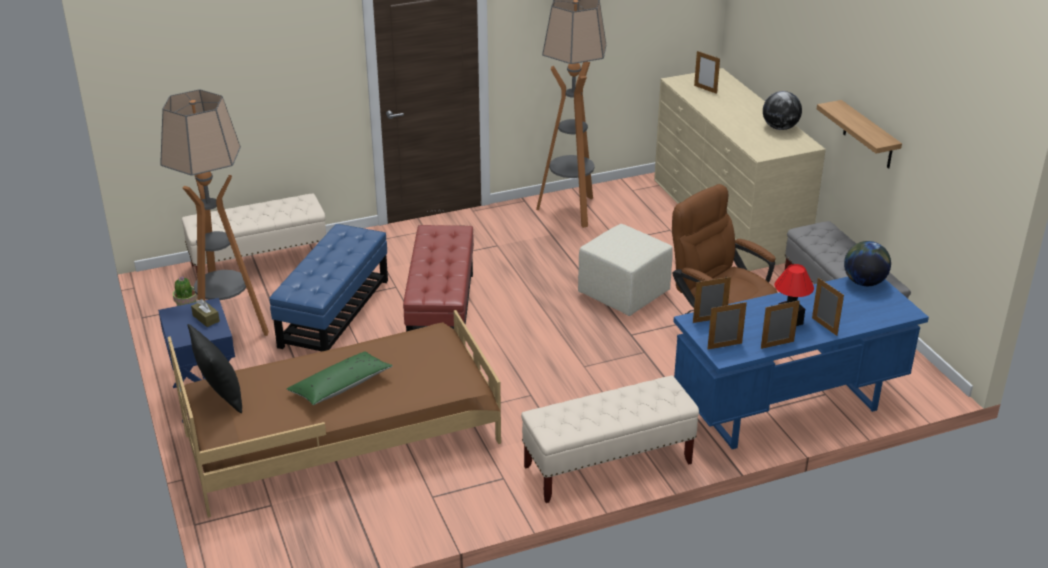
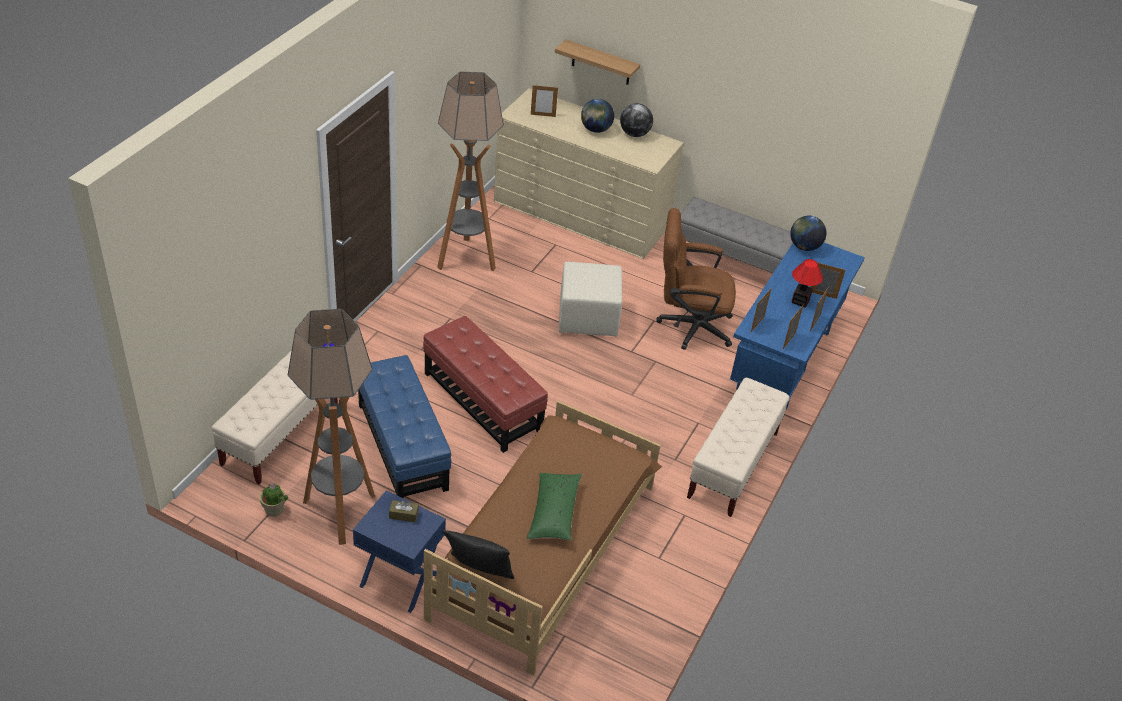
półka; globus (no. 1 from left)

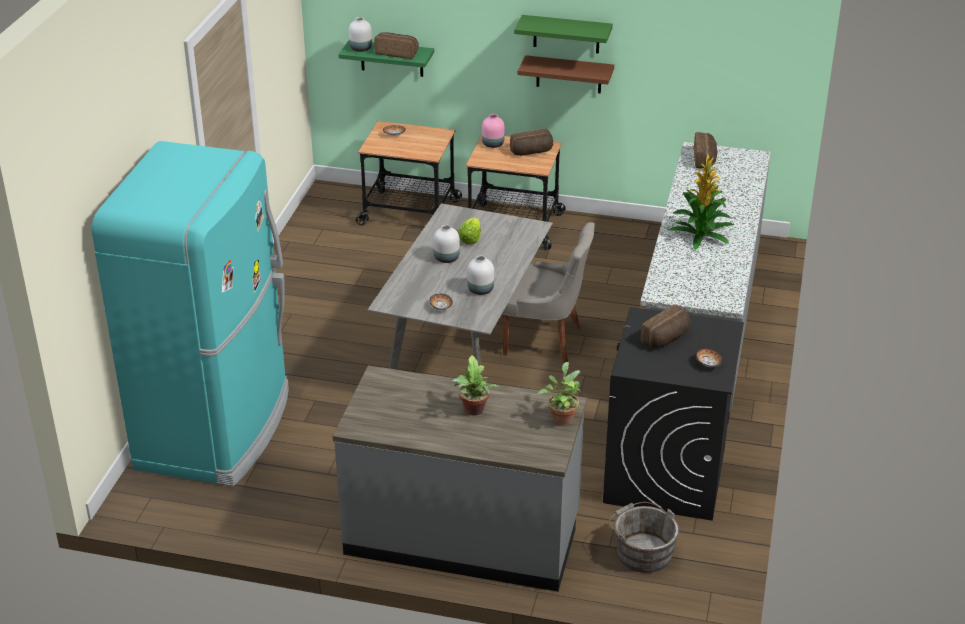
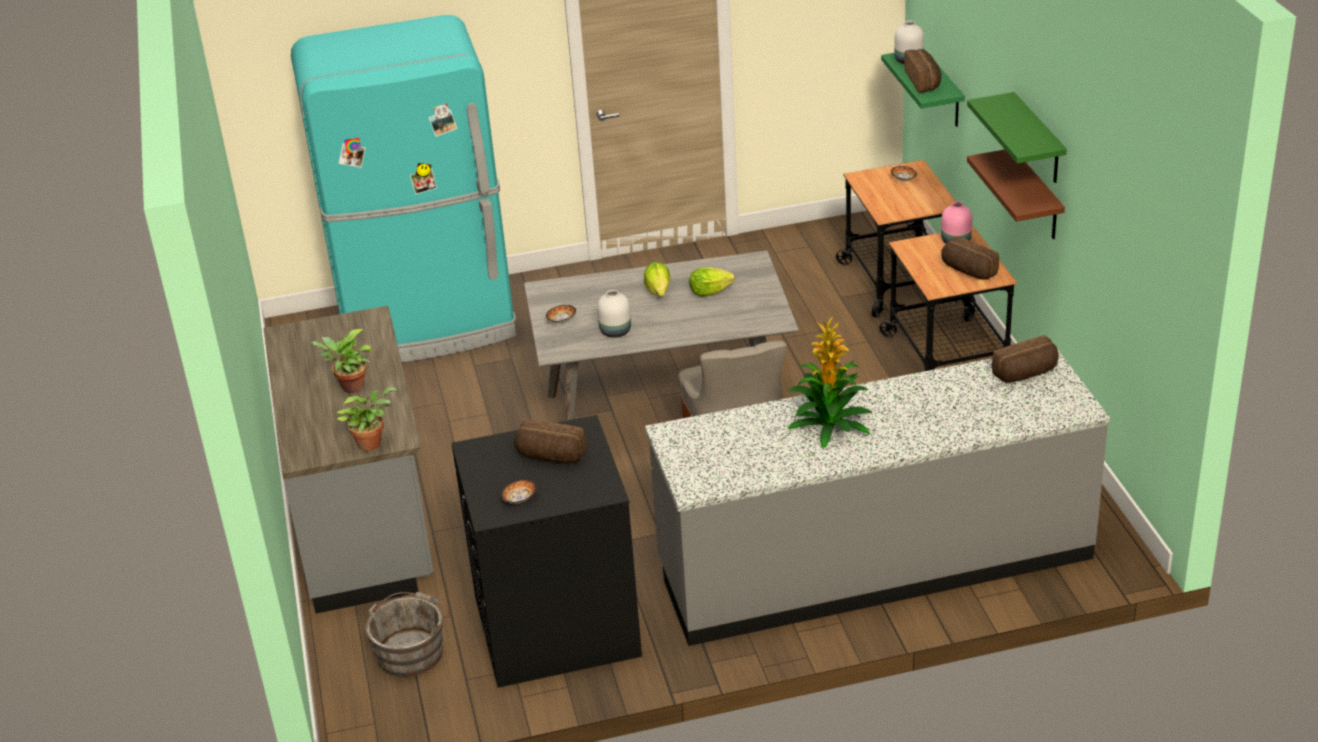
sałata (no. 1 from left)

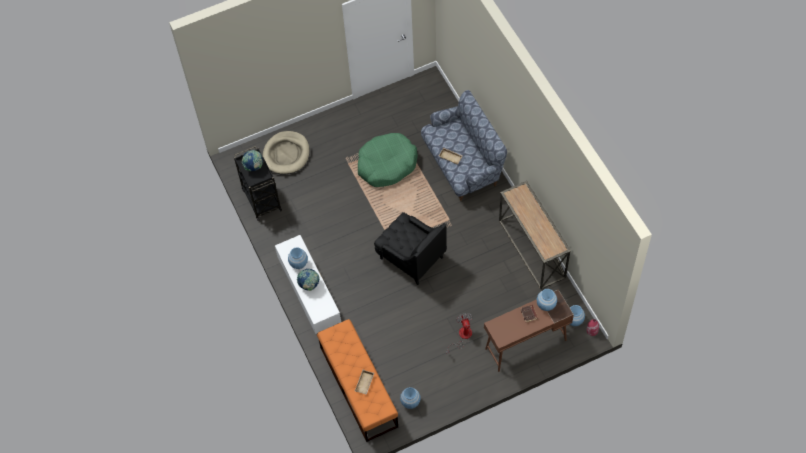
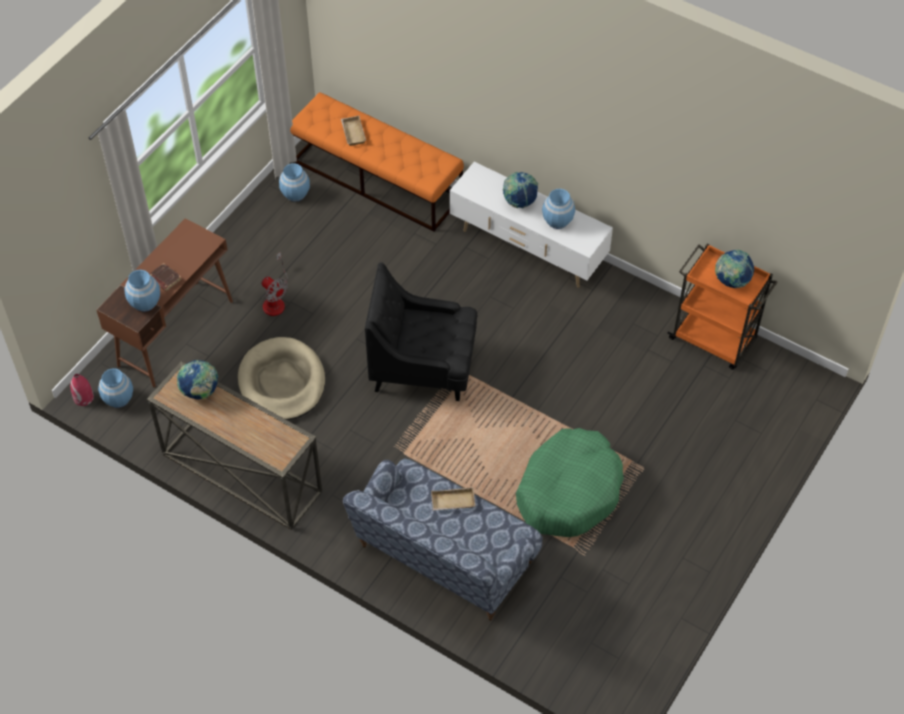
globus (no. 1 from left); legowisko/beżowy; wózek/pomarańczowy

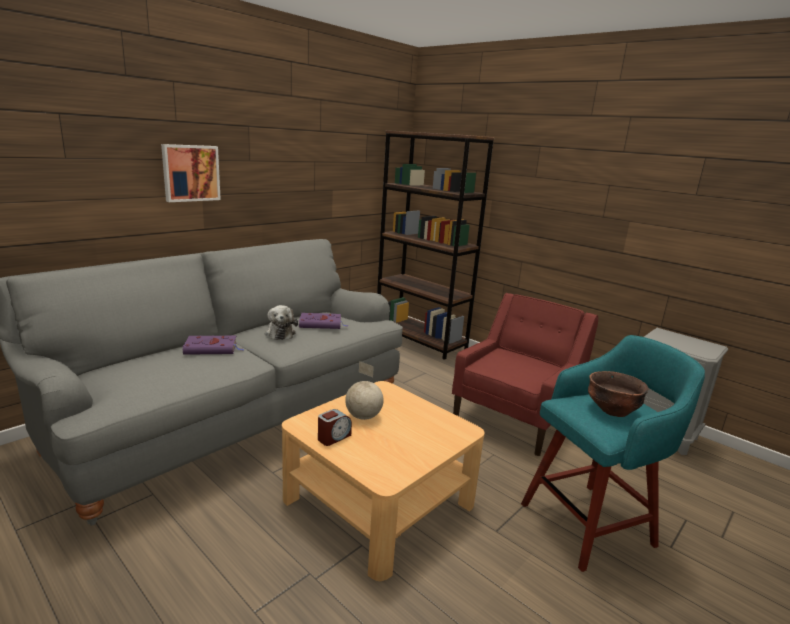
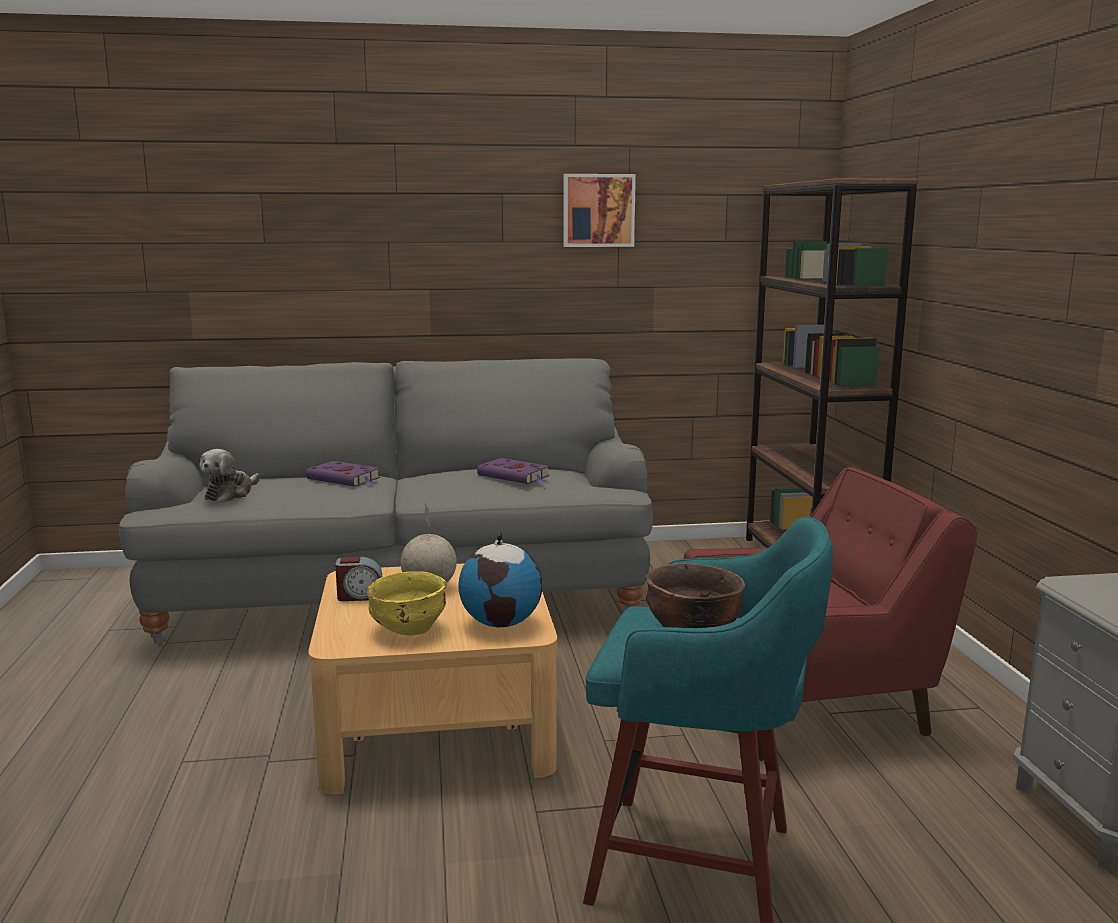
pluszak; miska/żółty; globus (no. 2 from left); obraz

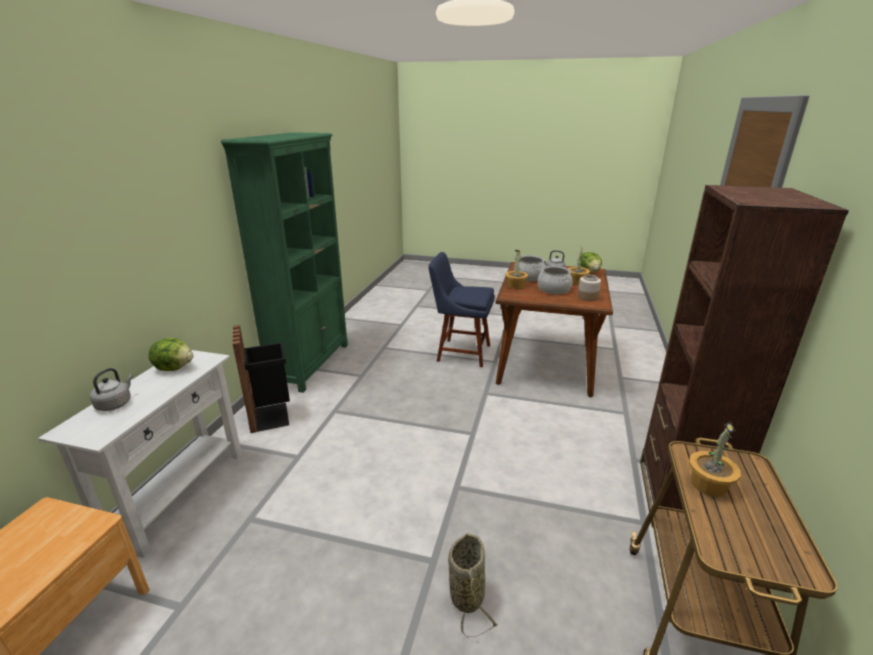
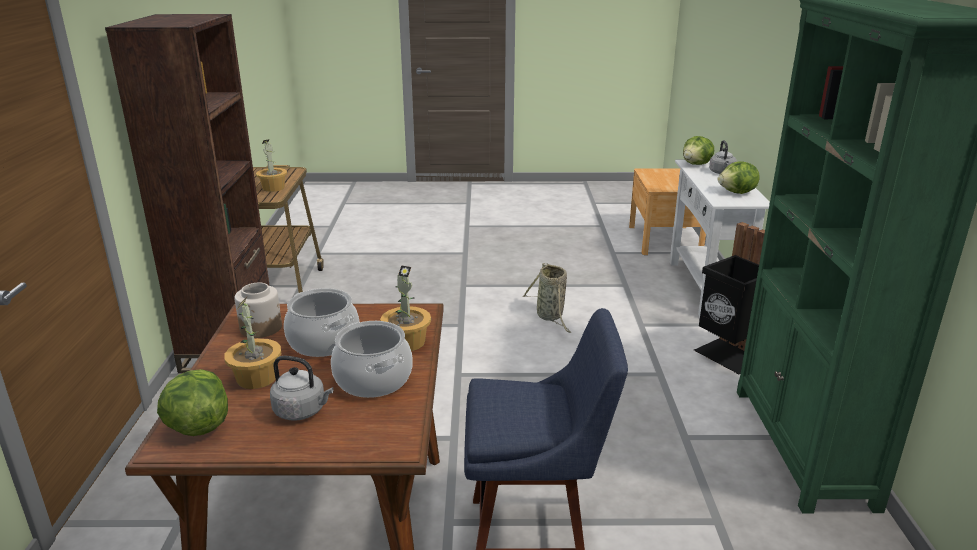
koszyk; sałata (no. 2 from left)

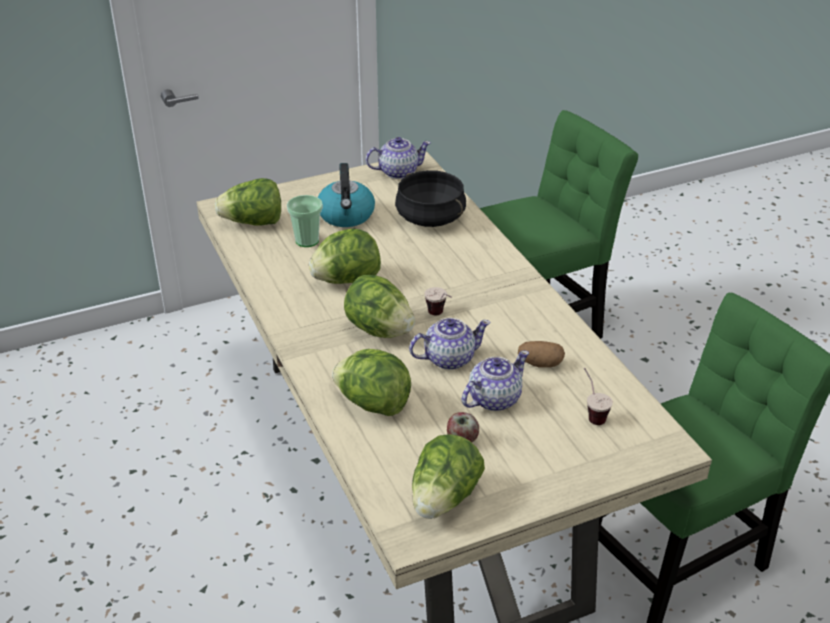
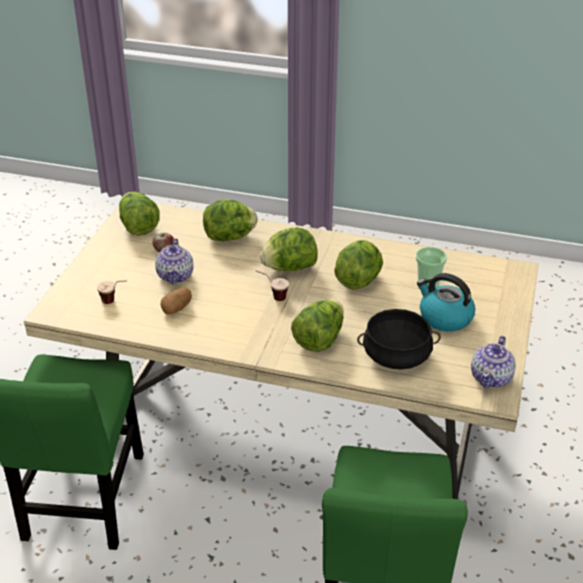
sałata (no. 4 from left); imbryk (no. 2 from left in the first image)

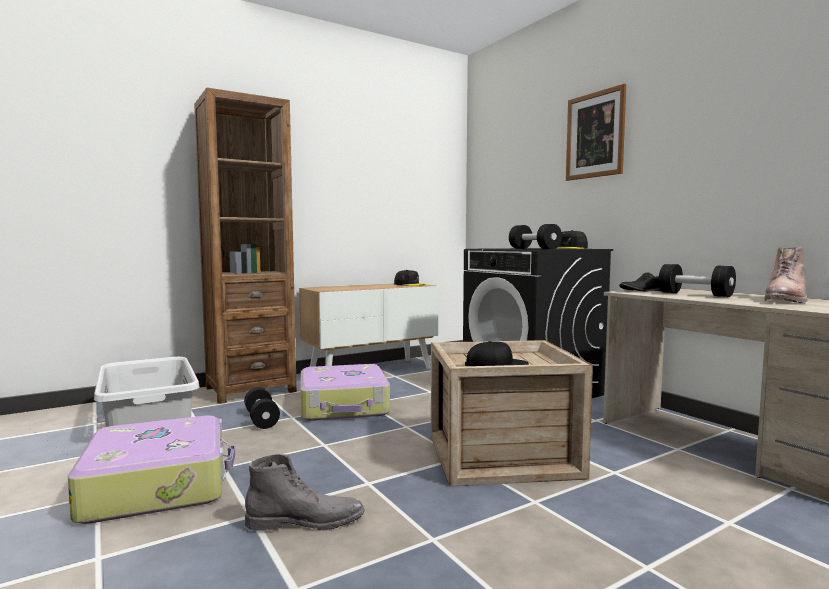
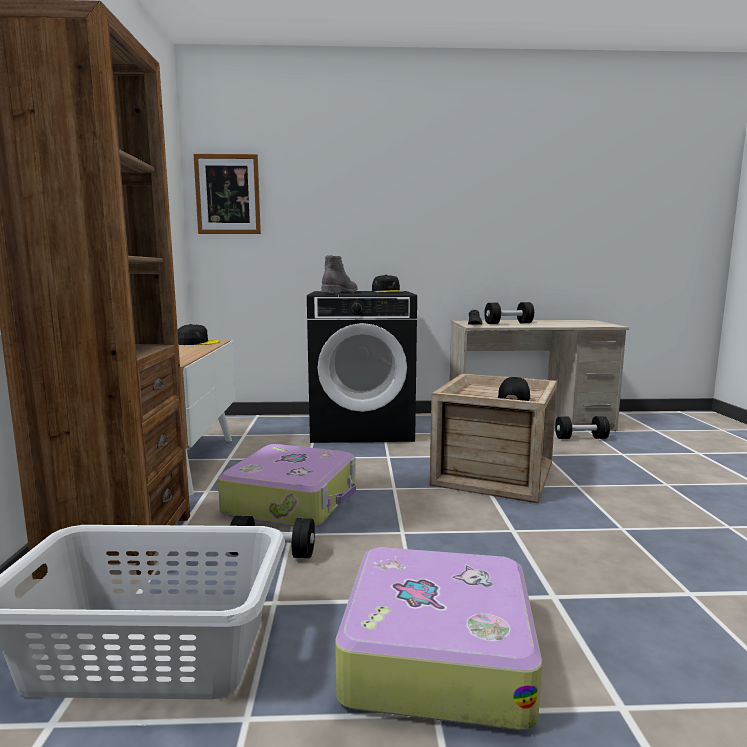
obraz; but z cholewką/szary; hantel/czarny (no. 3 from left); but z cholewką/brązowy

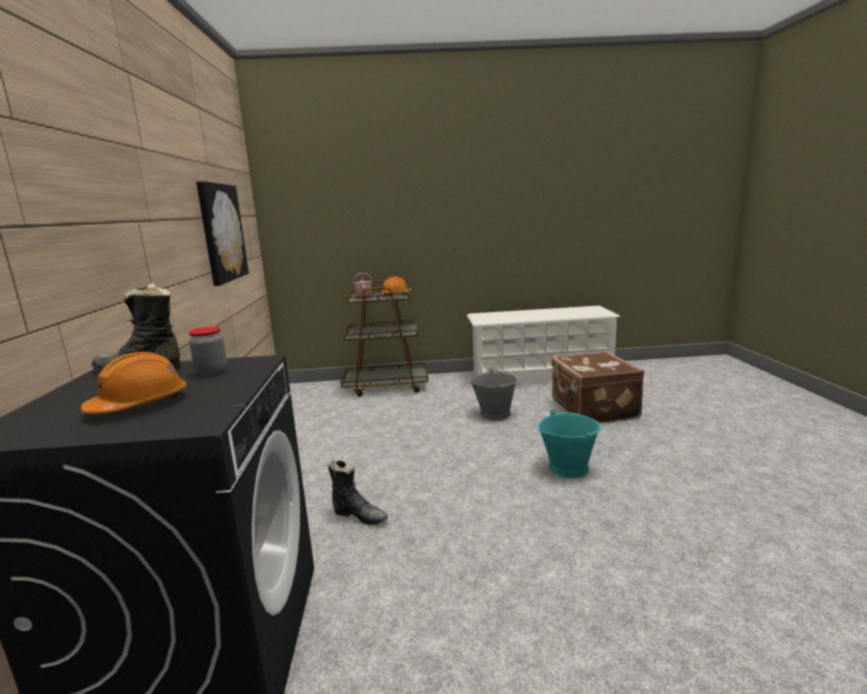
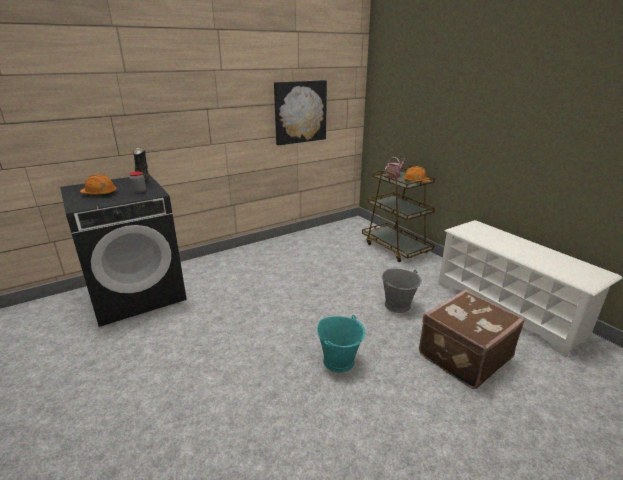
but z cholewką/czarny (no. 2 from left in the first image)

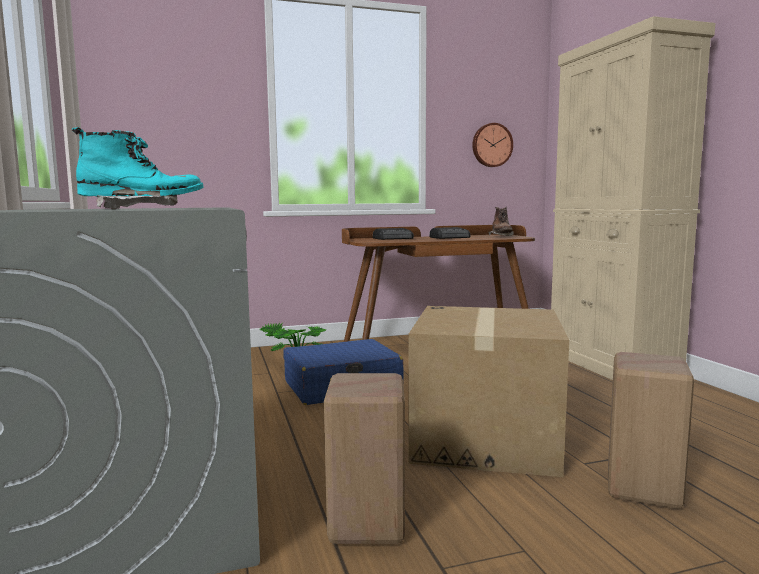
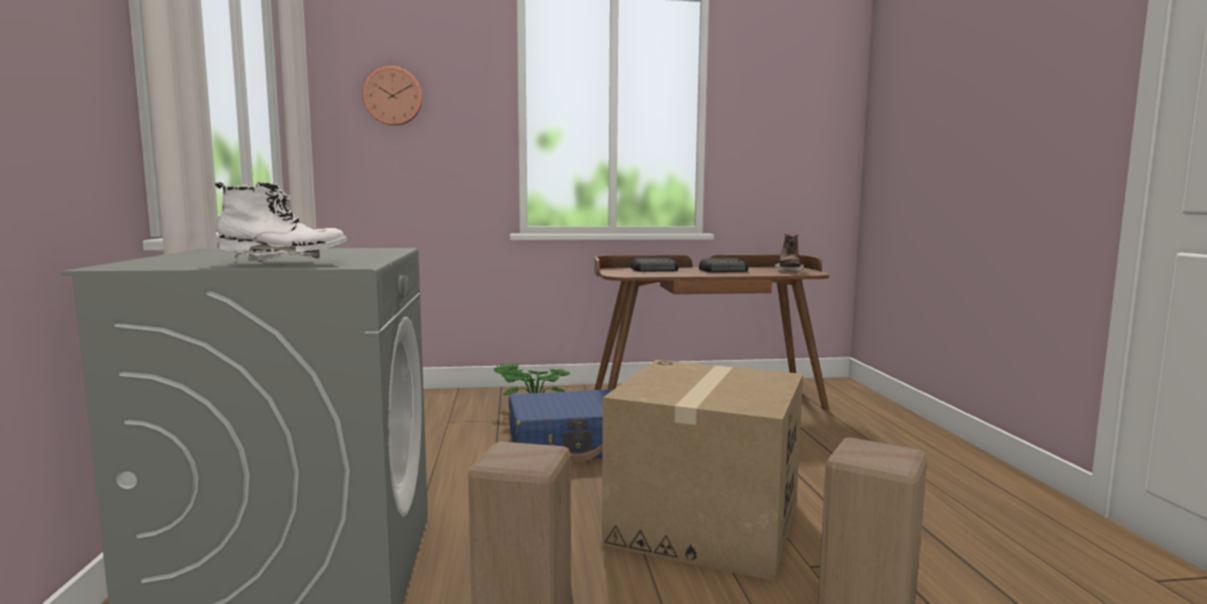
but z cholewką/biały; zegar ścienny; szafka/beżowy

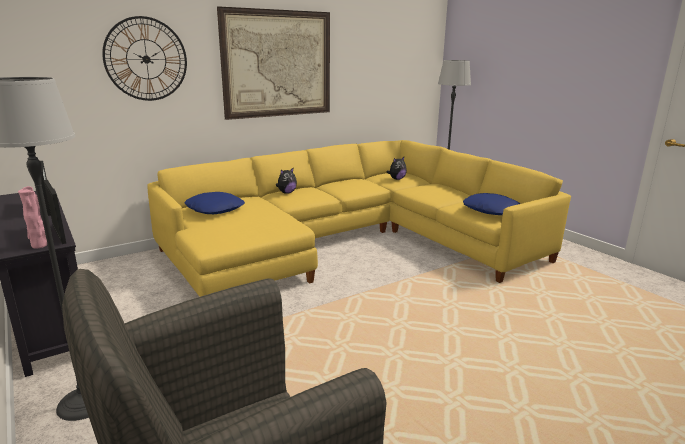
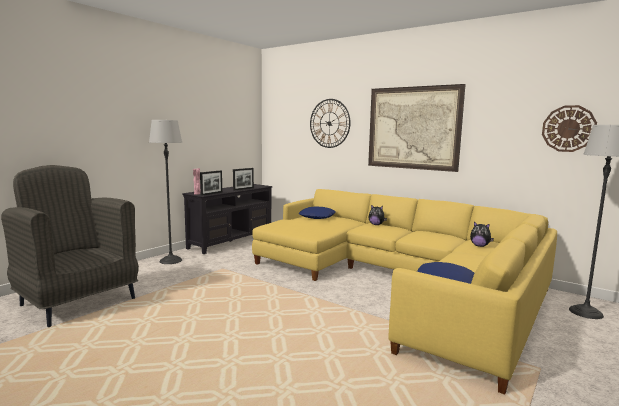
zegar ścienny (no. 2 from left)

